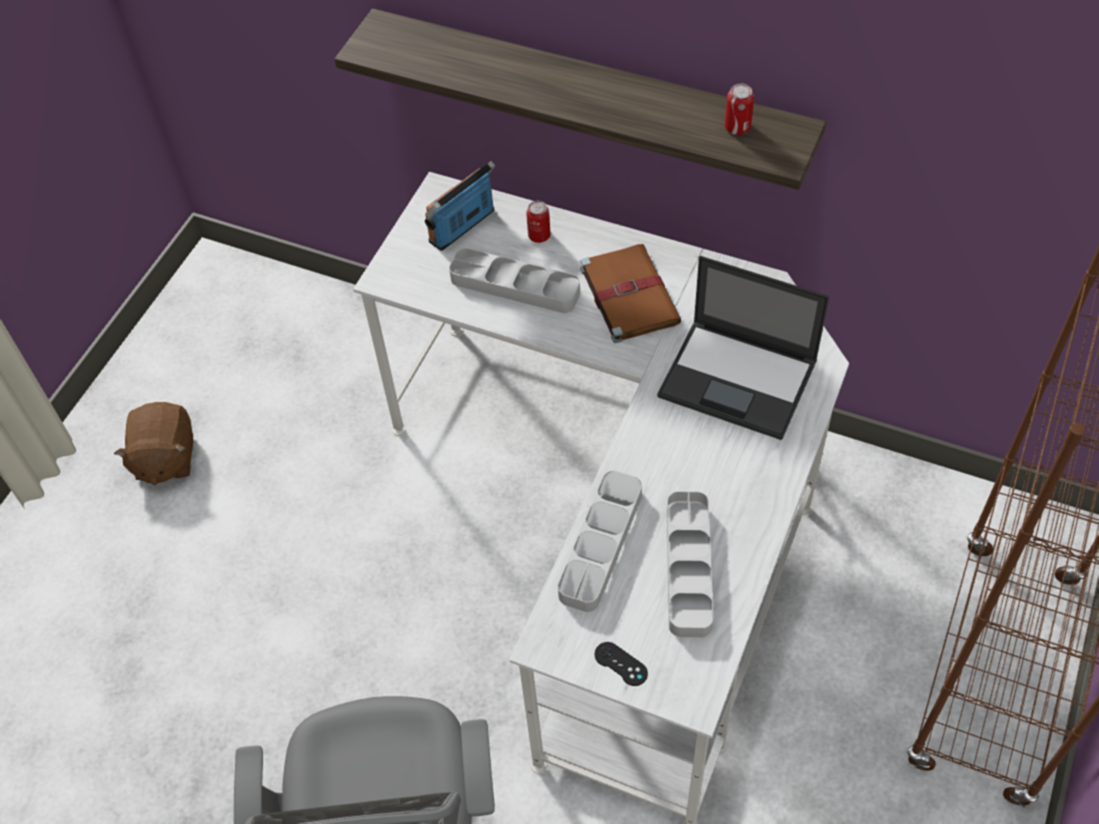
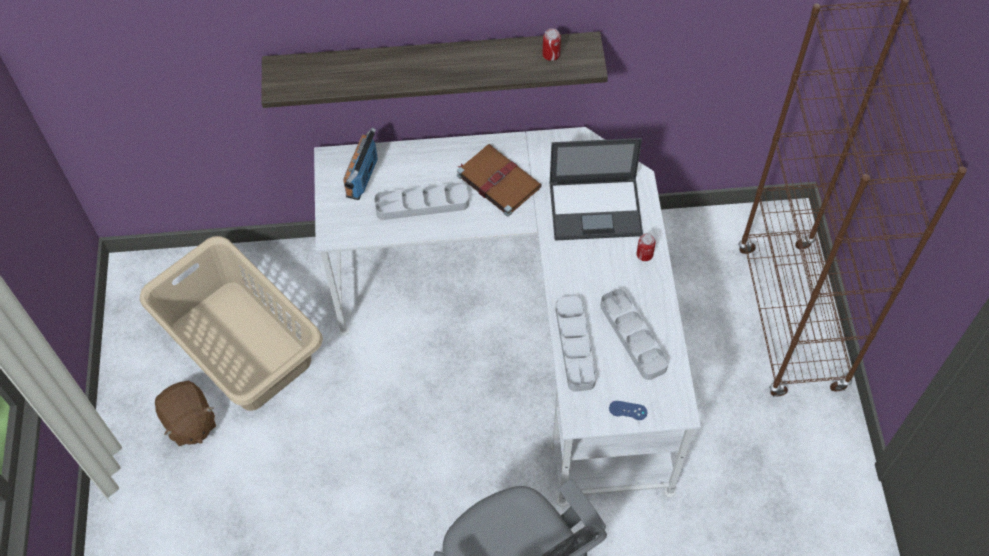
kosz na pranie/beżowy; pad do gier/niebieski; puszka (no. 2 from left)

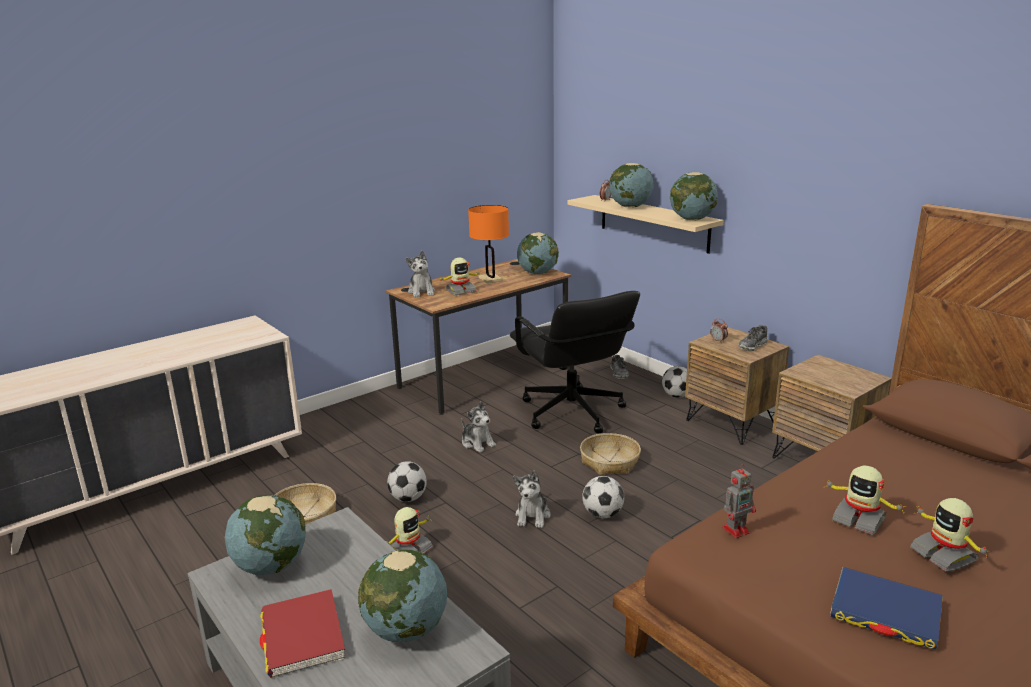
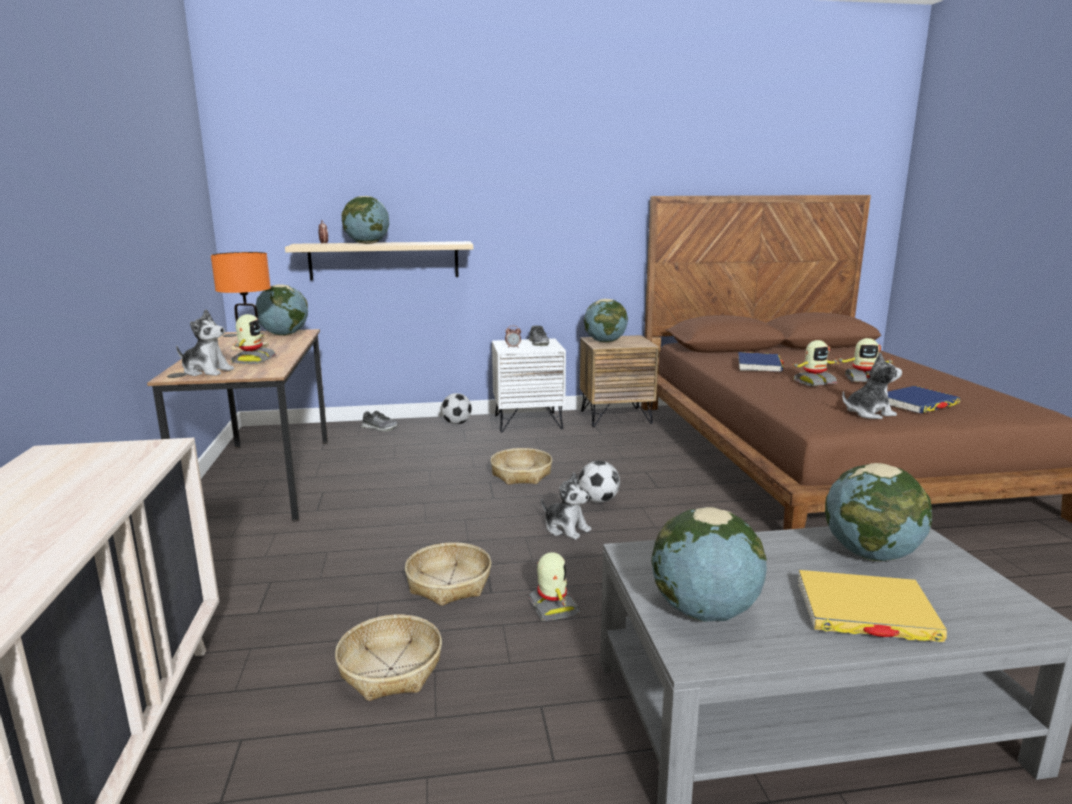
koszyk (no. 2 from left); szafka nocna/biały; globus (no. 3 from left); książka/niebieski (no. 1 from left); książka/żółty; pluszak (no. 3 from left); krzesło biurowe/czarny; robot zabawkowy (no. 3 from left in the first image)

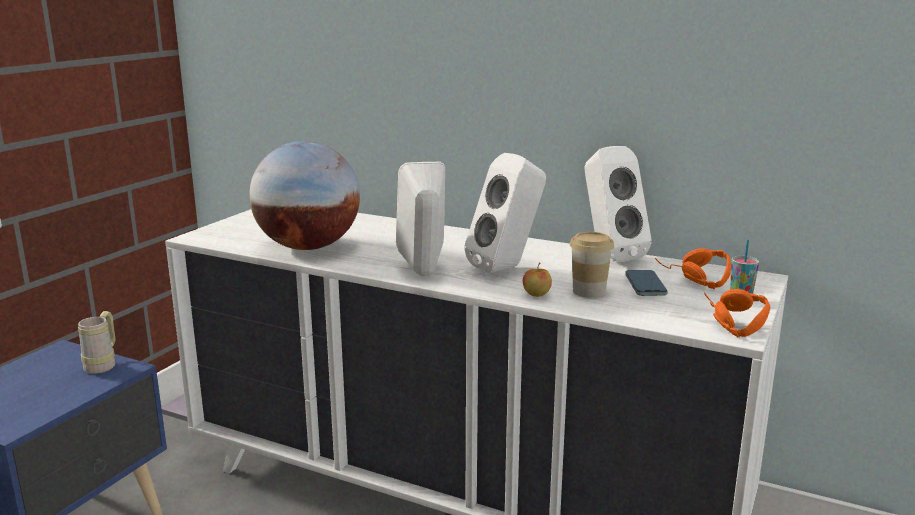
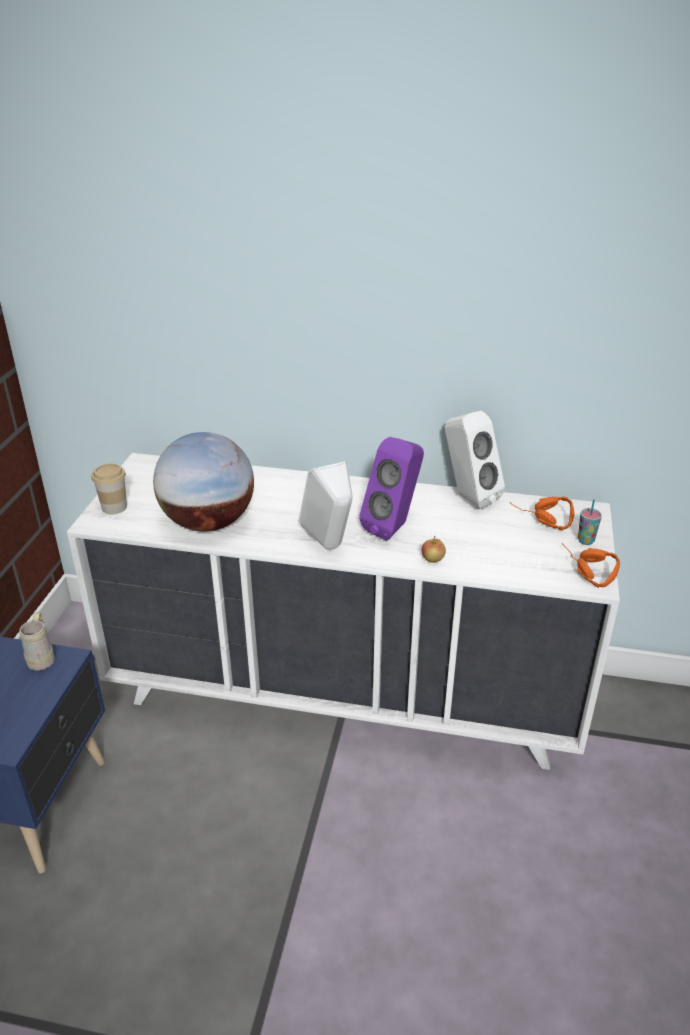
filiżanka (no. 1 from left); głośnik/fioletowy; telefon

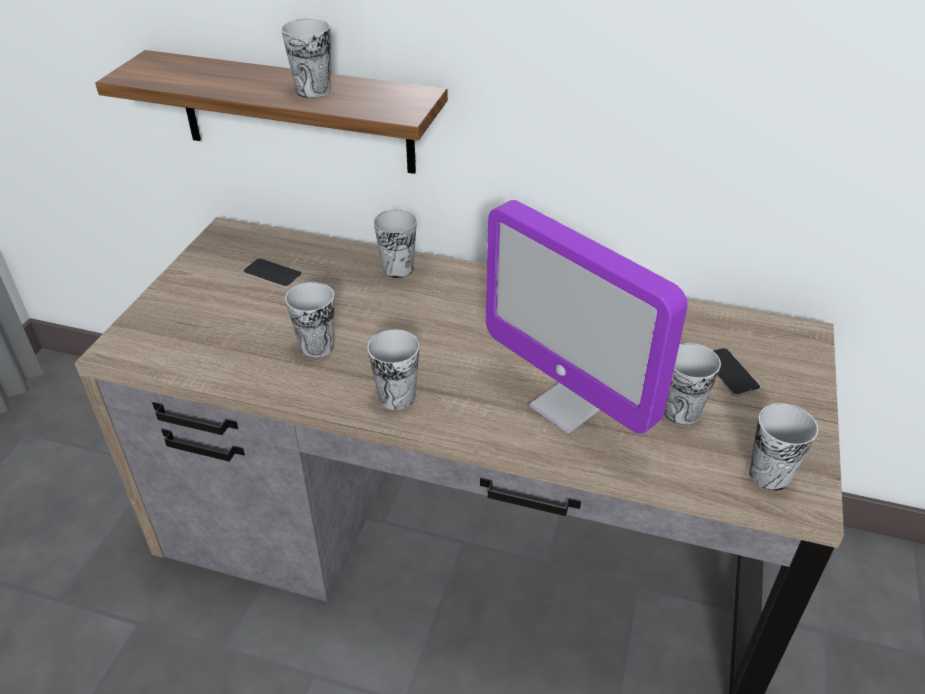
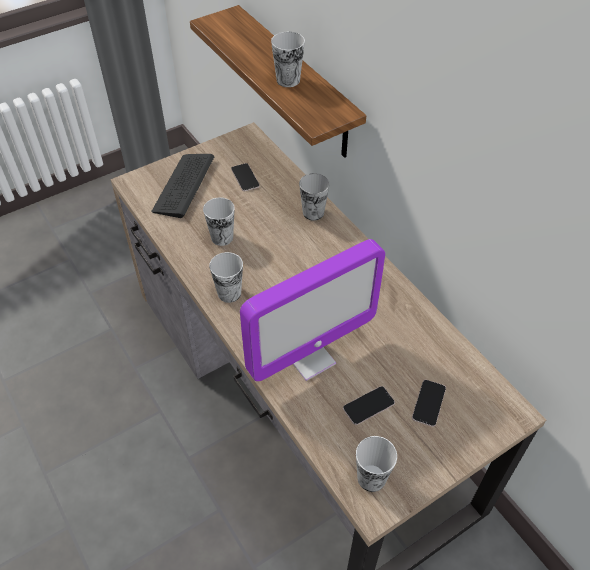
klawiatura; monitor; telefon (no. 2 from left)

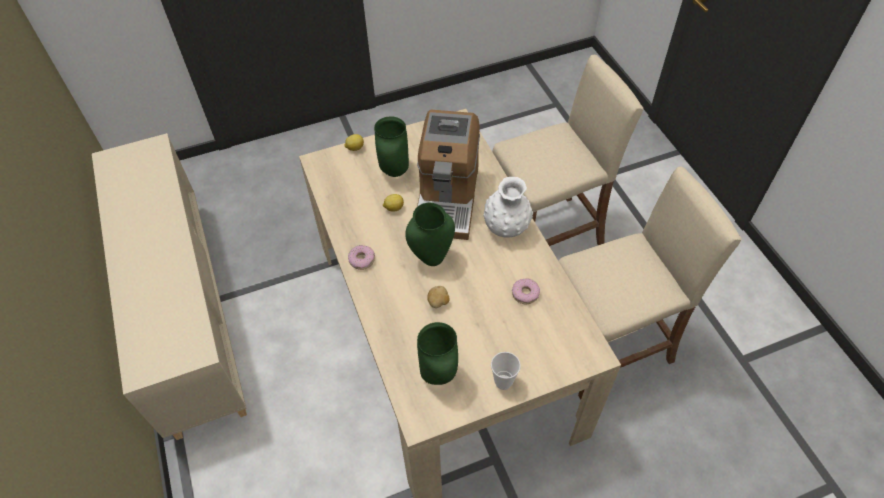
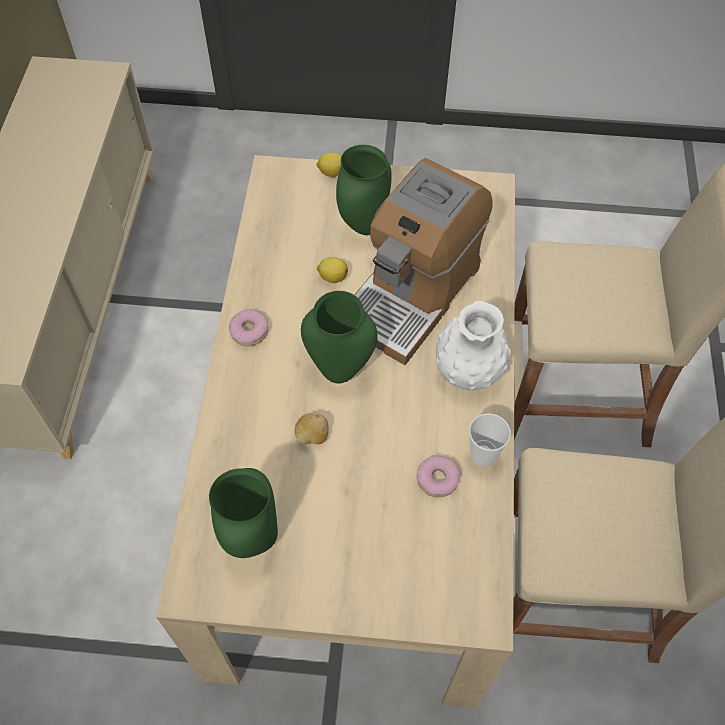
filiżanka

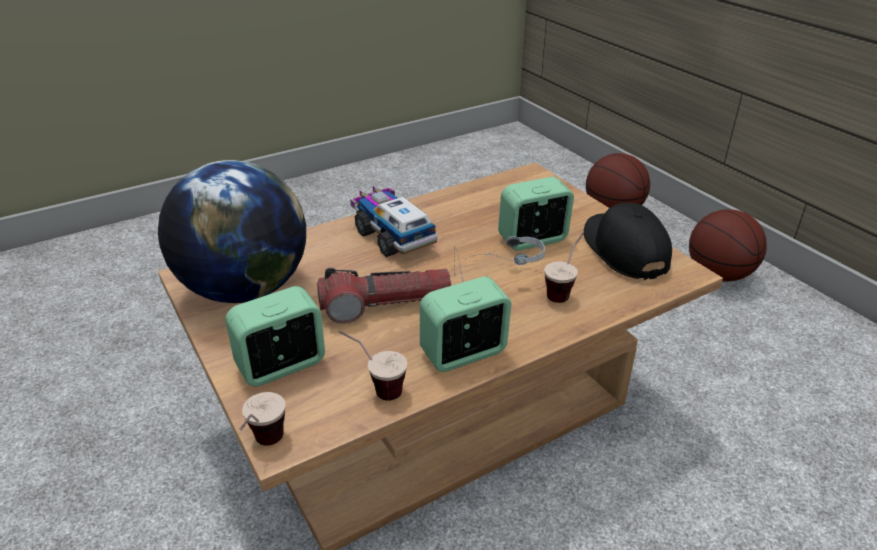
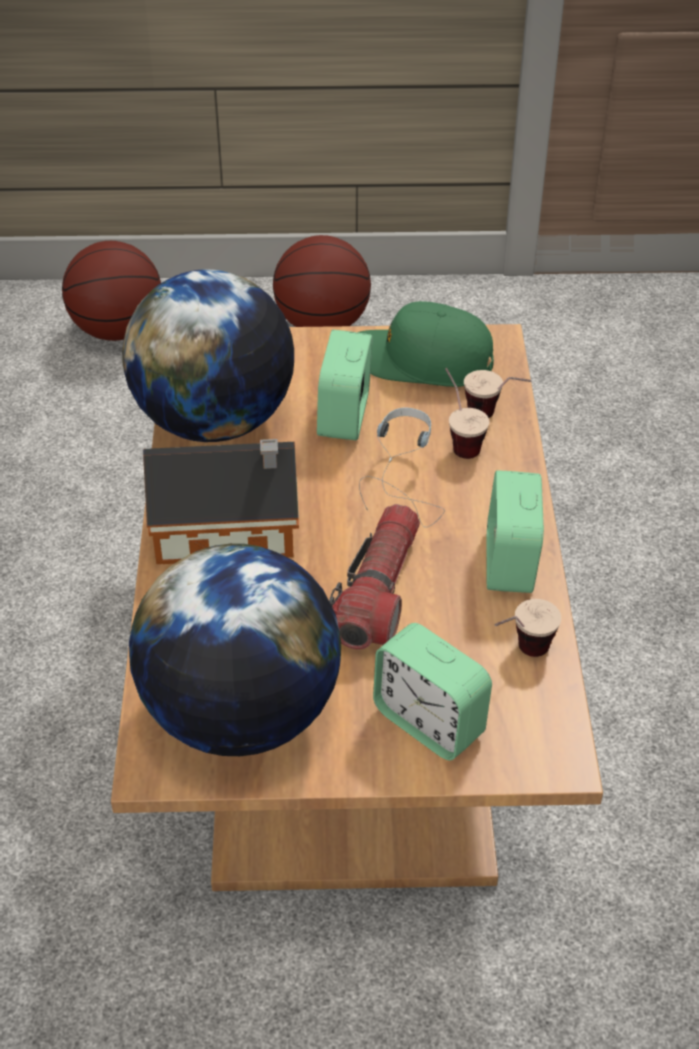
globus (no. 1 from left); domek; czapka z daszkiem/zielony; budzik (no. 2 from left); filiżanka (no. 2 from left)

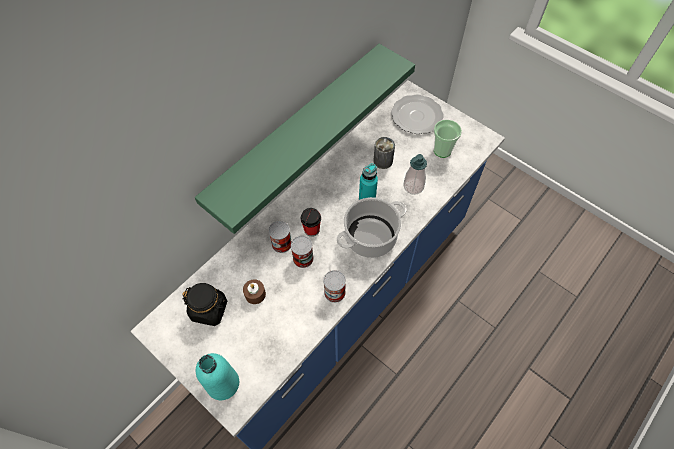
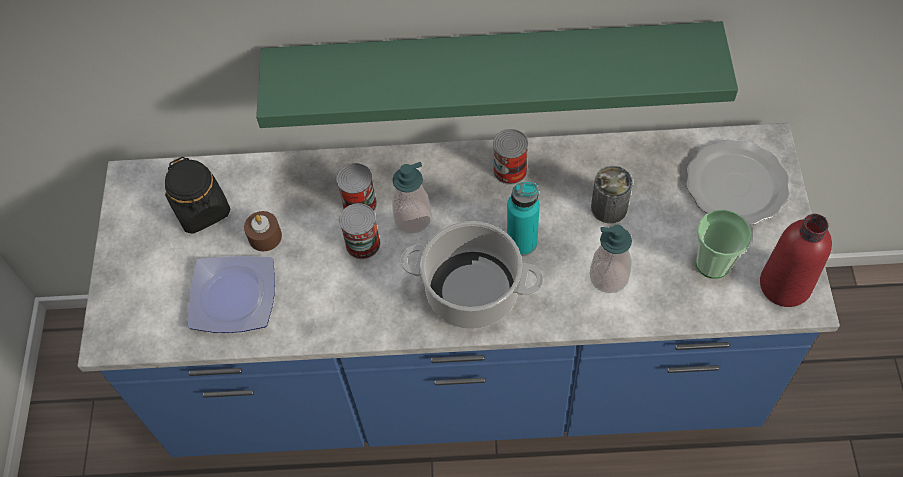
talerz (no. 1 from left); dozownik mydła (no. 1 from left); puszka (no. 3 from left); butelka/czerwony; butelka/turkusowy (no. 1 from left in the first image)

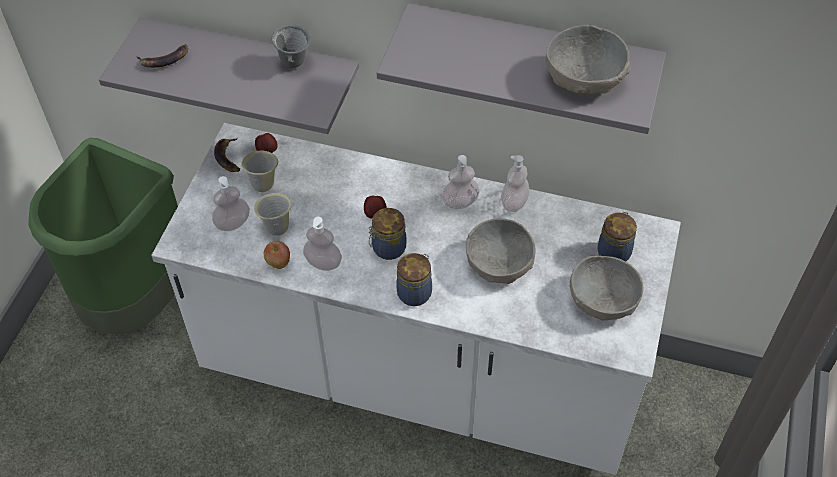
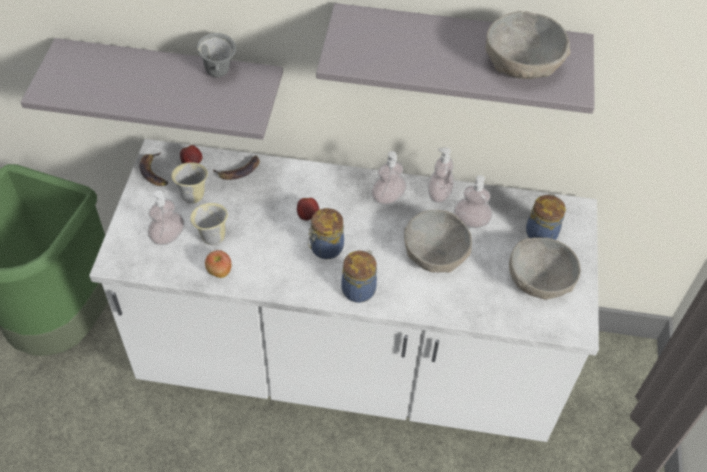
banan (no. 2 from left); dozownik mydła (no. 4 from left)

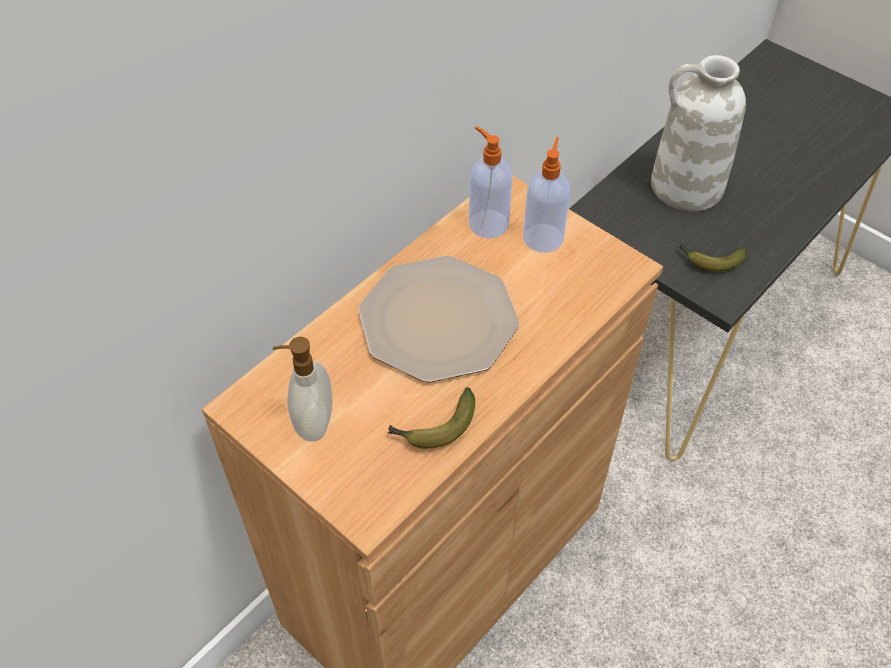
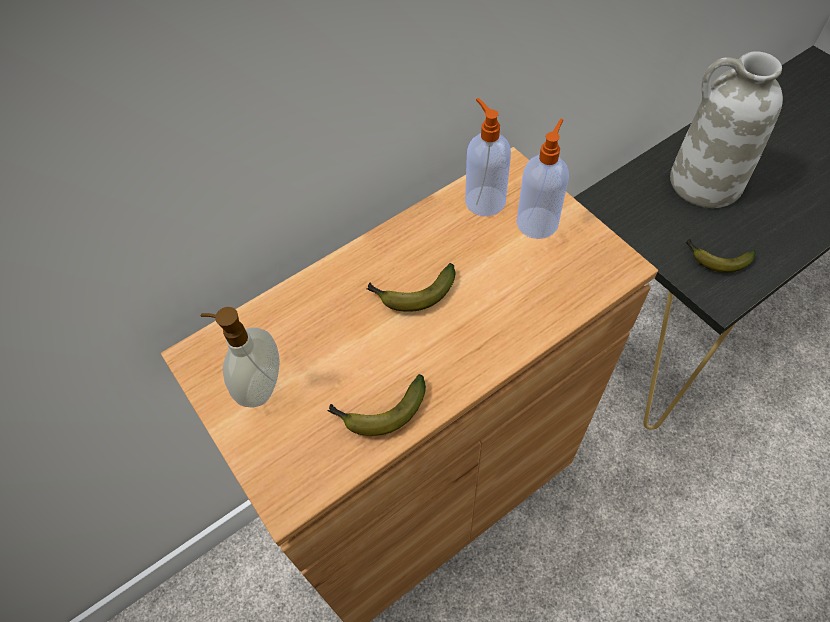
banan (no. 2 from left)

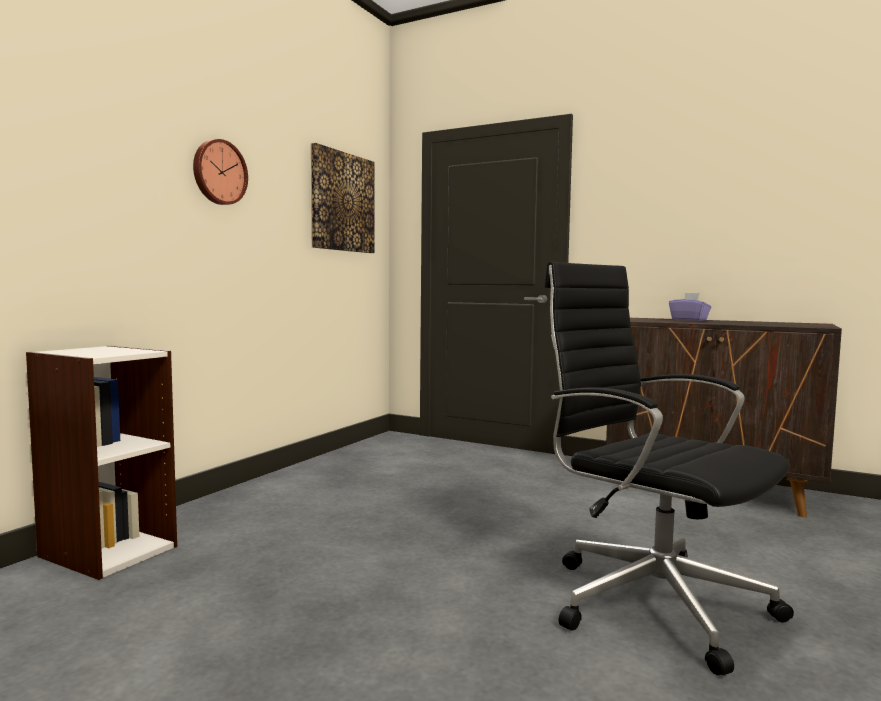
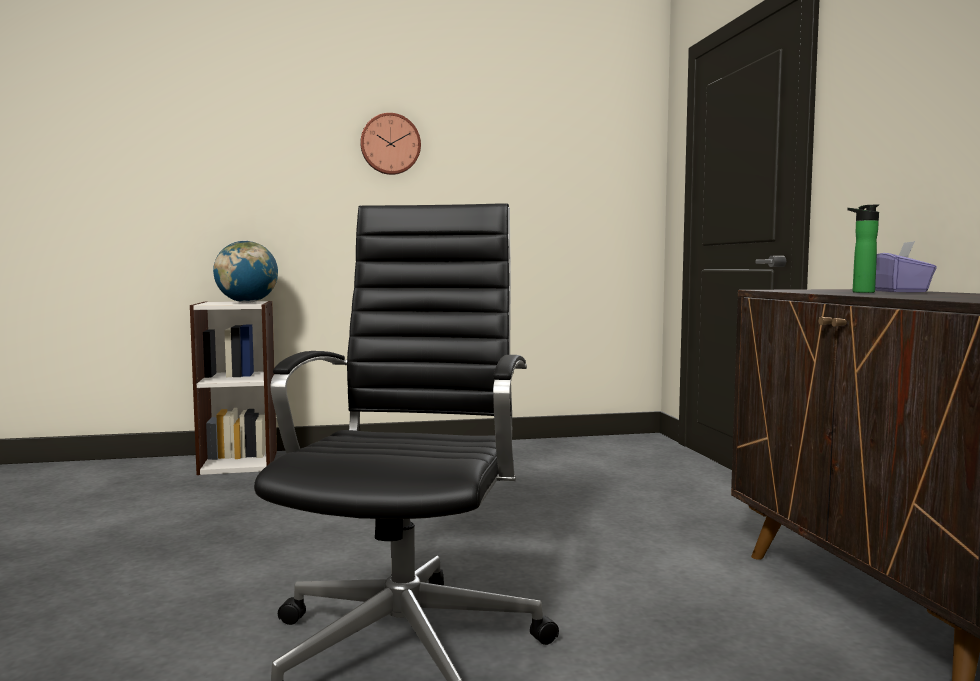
globus; butelka; obraz

